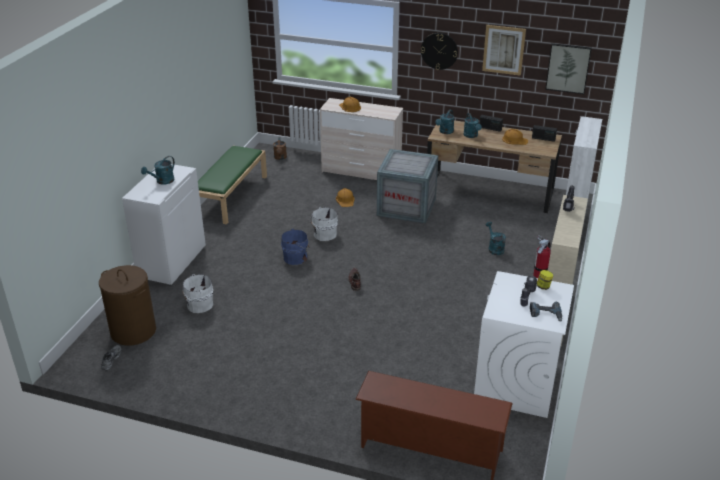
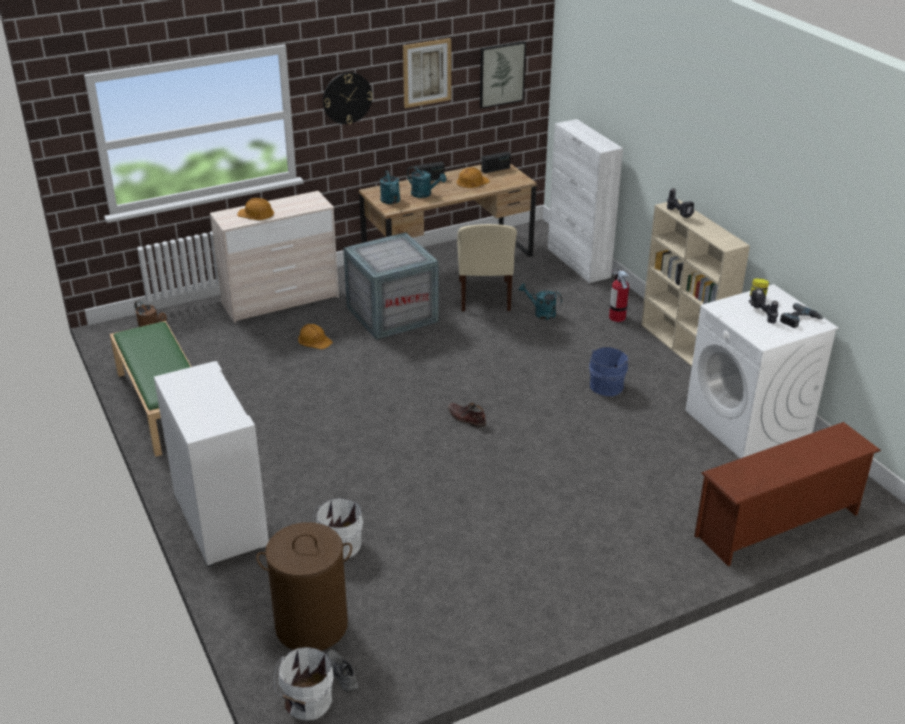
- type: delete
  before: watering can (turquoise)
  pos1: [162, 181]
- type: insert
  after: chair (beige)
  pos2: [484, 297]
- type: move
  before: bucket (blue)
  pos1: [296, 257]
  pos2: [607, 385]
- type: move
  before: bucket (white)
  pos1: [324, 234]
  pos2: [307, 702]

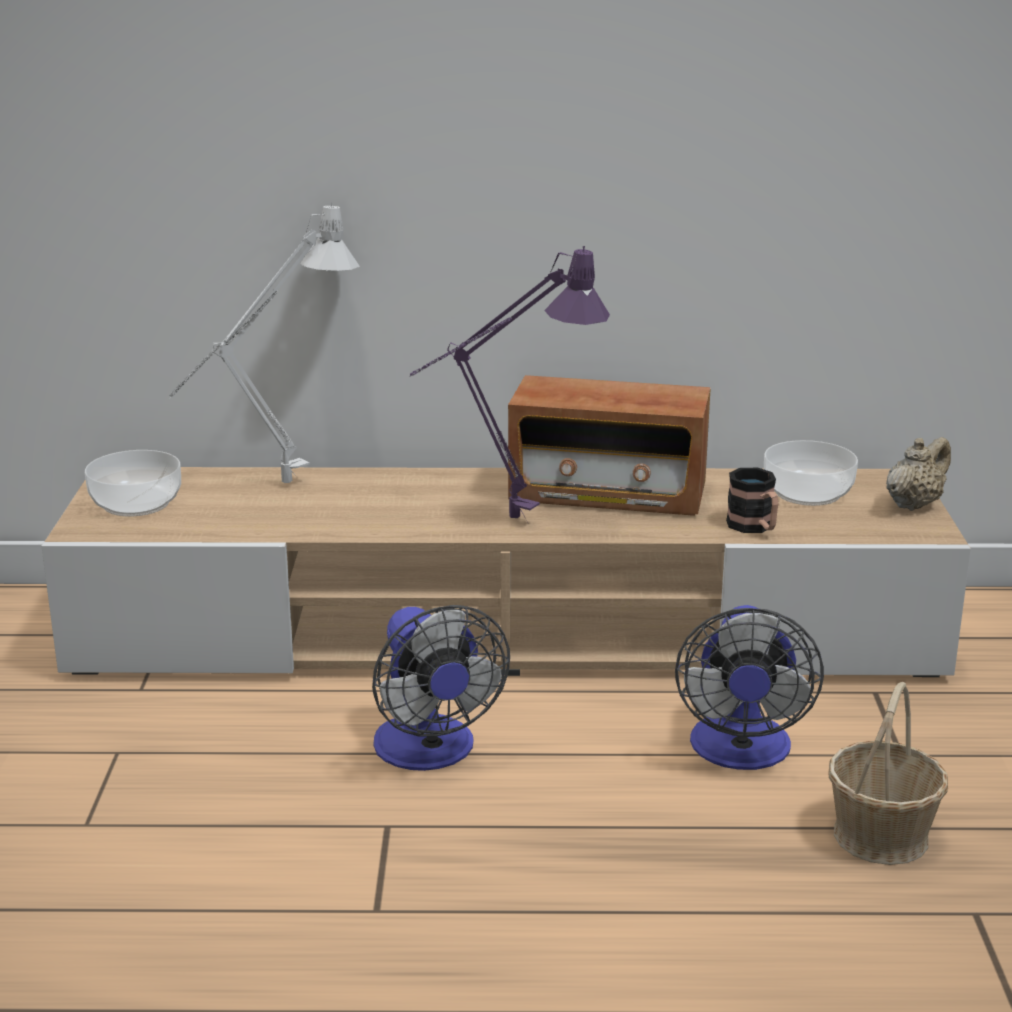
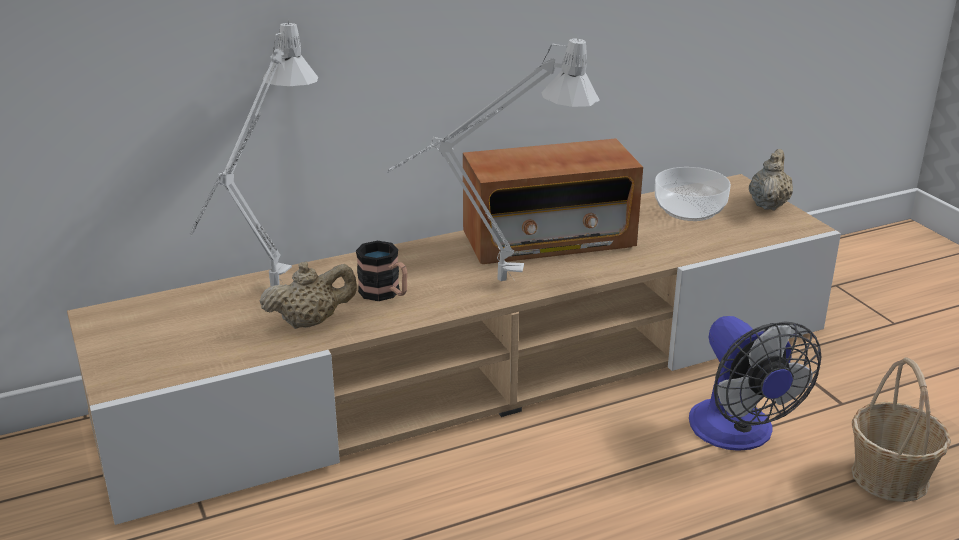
- type: delete
  before: bowl
  pos1: [136, 503]
- type: delete
  before: fan
  pos1: [430, 752]
- type: insert
  after: teapot (beige)
  pos2: [311, 322]
- type: move
  before: mug
  pos1: [754, 528]
  pos2: [385, 294]
- type: recolor
  before: table lamp (purple)
  after: table lamp (grey)
  pos1: [501, 517]
  pos2: [488, 282]

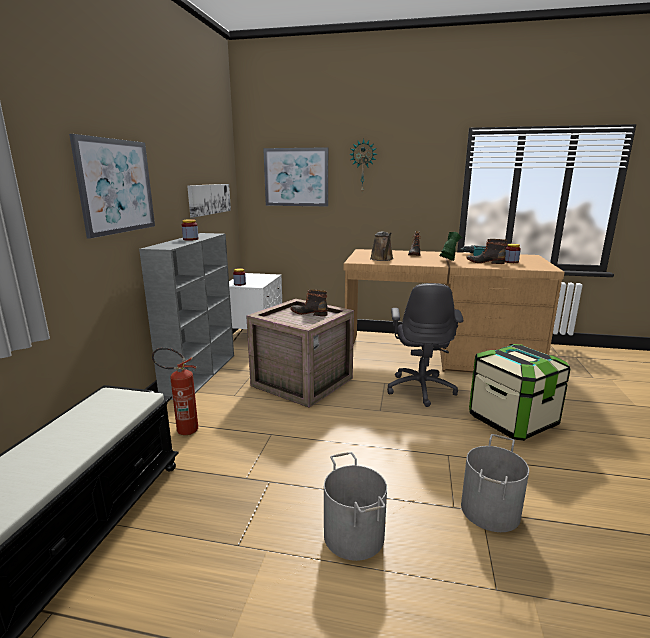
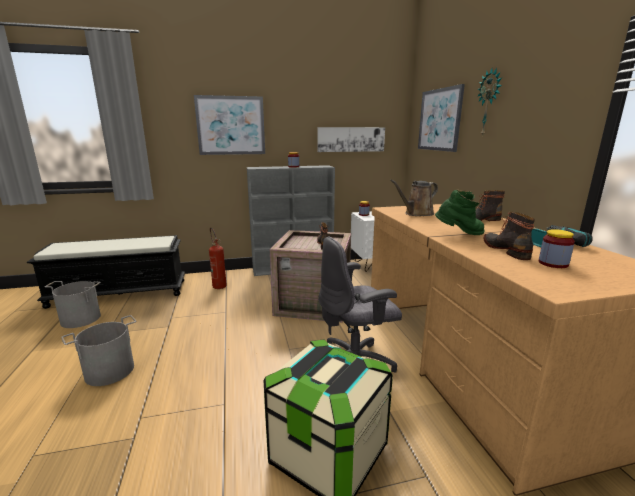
- type: move
  before: bucket (grey)
  pos1: [491, 510]
  pos2: [80, 319]

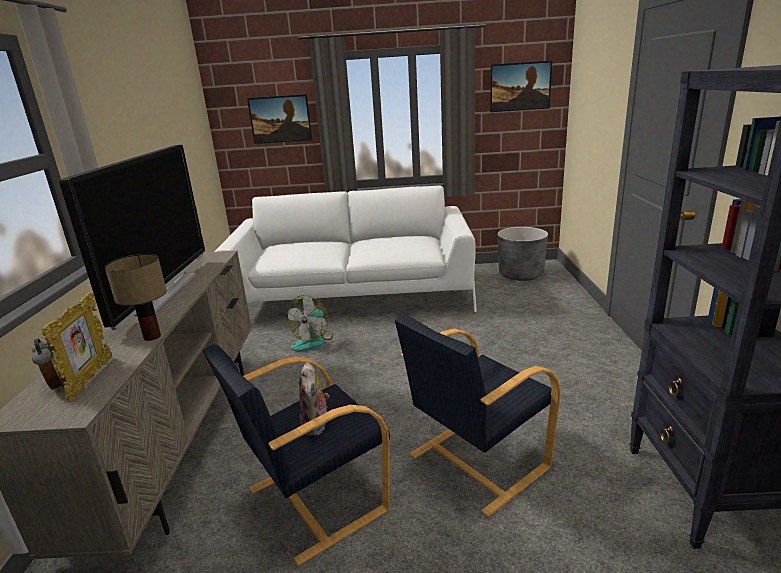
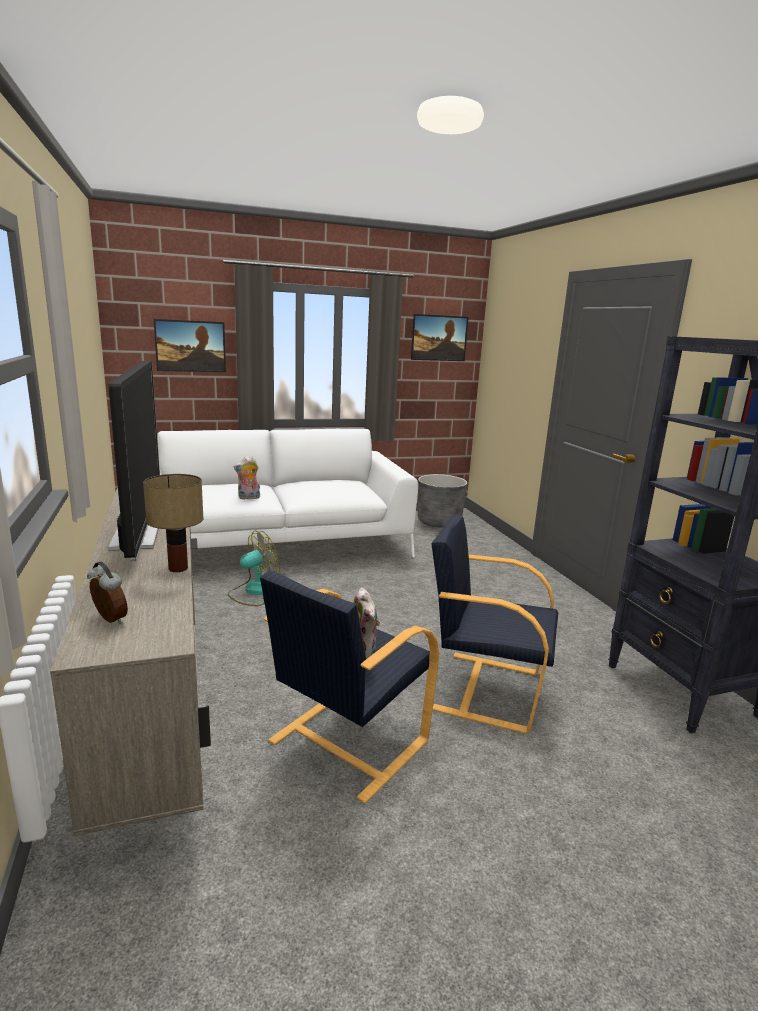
- type: delete
  before: picture frame
  pos1: [90, 379]
- type: insert
  after: plush toy
  pos2: [248, 498]
- type: rotate
  before: fan
  pos1: [313, 341]
  pos2: [255, 591]
  turn: -135
- type: rotate
  before: armchair (black)
  pos1: [475, 462]
  pos2: [485, 689]
  turn: 75

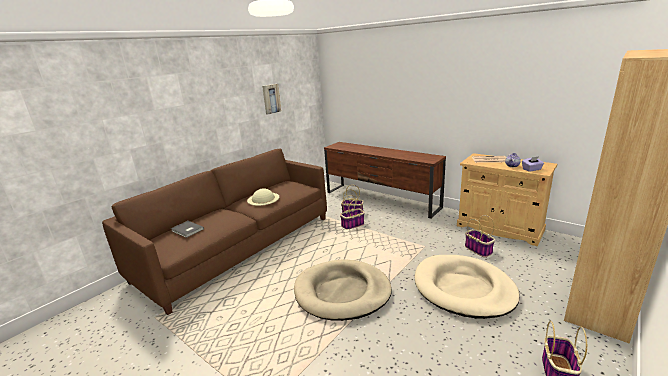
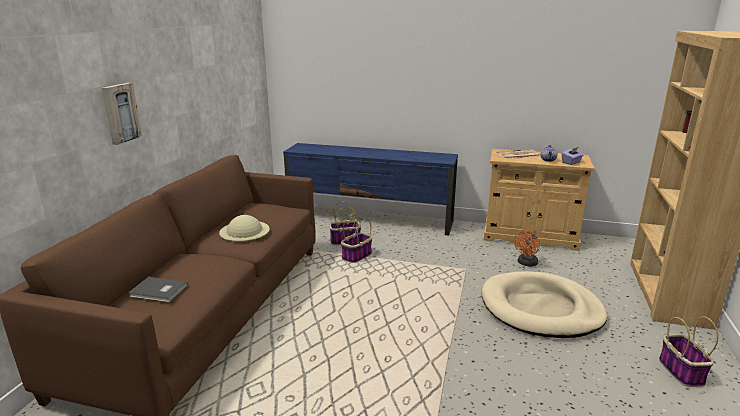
- type: delete
  before: dog bed (beige)
  pos1: [342, 292]
- type: move
  before: picture
  pos1: [271, 99]
  pos2: [120, 113]
- type: replace
  before: basket
  after: fan (orange)
  pos1: [479, 250]
  pos2: [526, 263]
- type: recolor
  before: tv stand (brown)
  after: tv stand (blue)
  pos1: [381, 200]
  pos2: [370, 219]

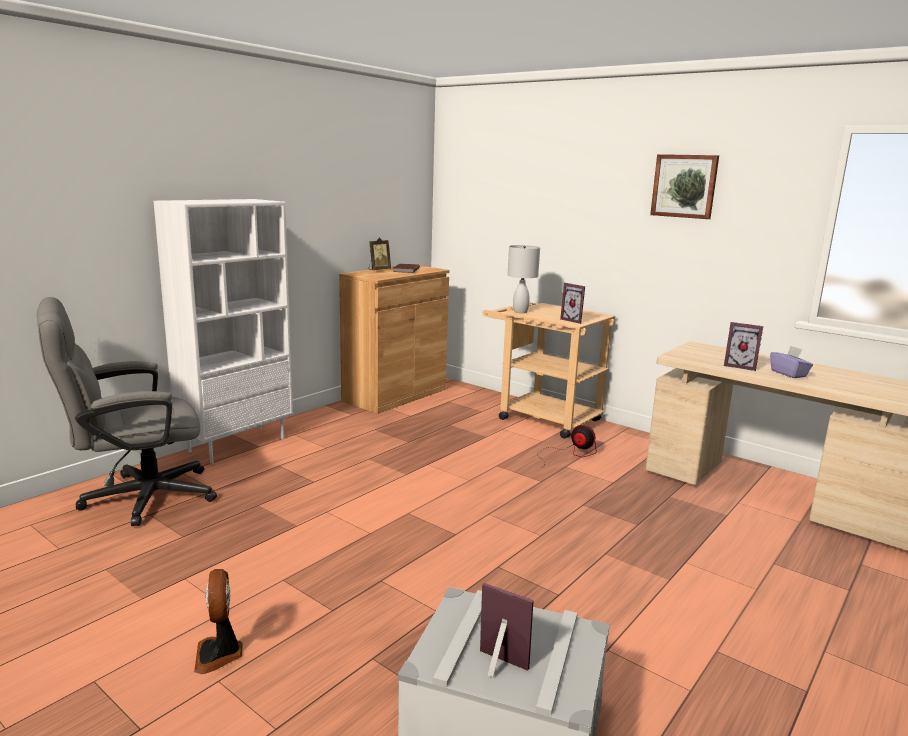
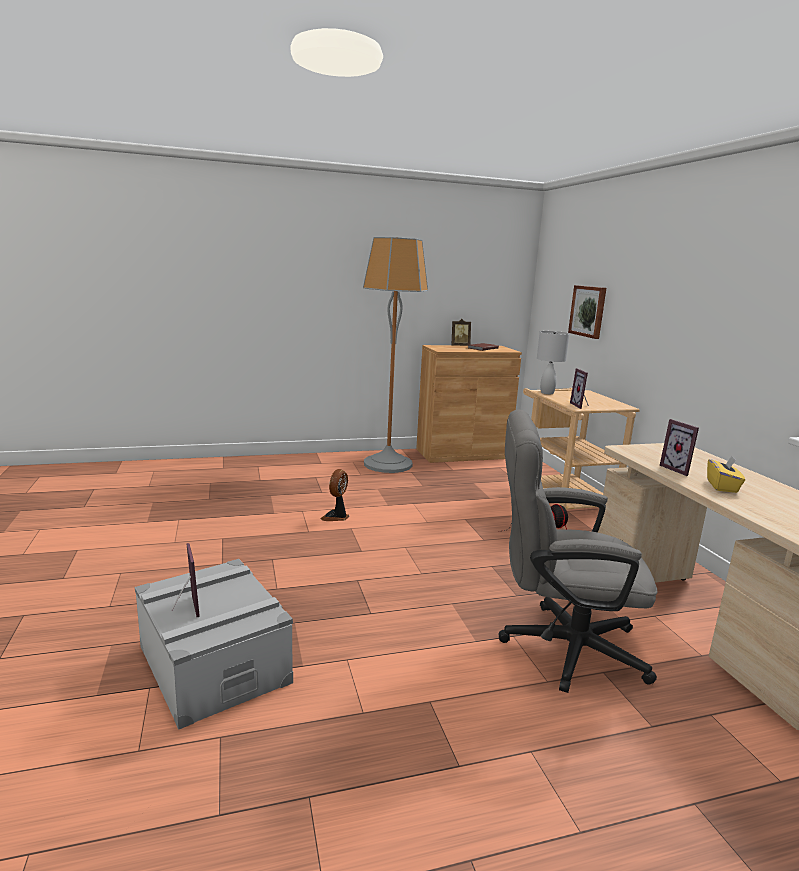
- type: delete
  before: bookcase (white)
  pos1: [237, 444]
- type: insert
  after: floor lamp
  pos2: [388, 464]
- type: move
  before: office chair (grey)
  pos1: [136, 498]
  pos2: [559, 646]
- type: move
  before: fan
  pos1: [219, 654]
  pos2: [336, 517]
- type: move
  before: picture
  pos1: [684, 186]
  pos2: [588, 311]
- type: recolor
  before: tissue box (purple)
  after: tissue box (yellow)
  pos1: [788, 374]
  pos2: [722, 486]

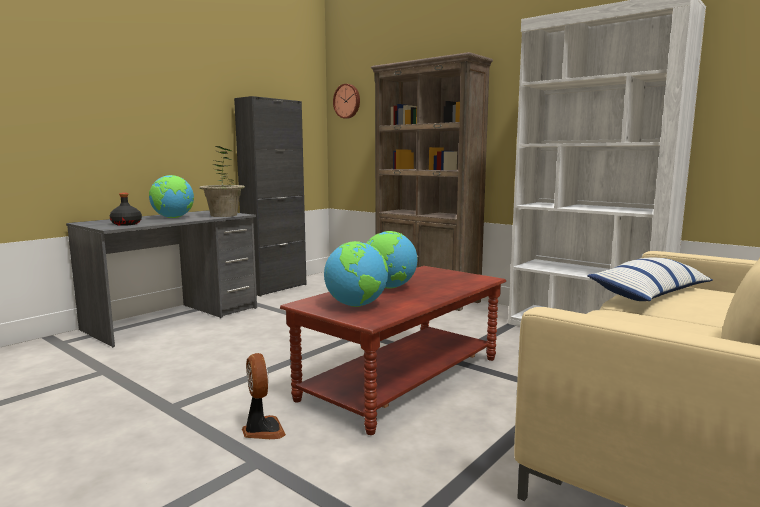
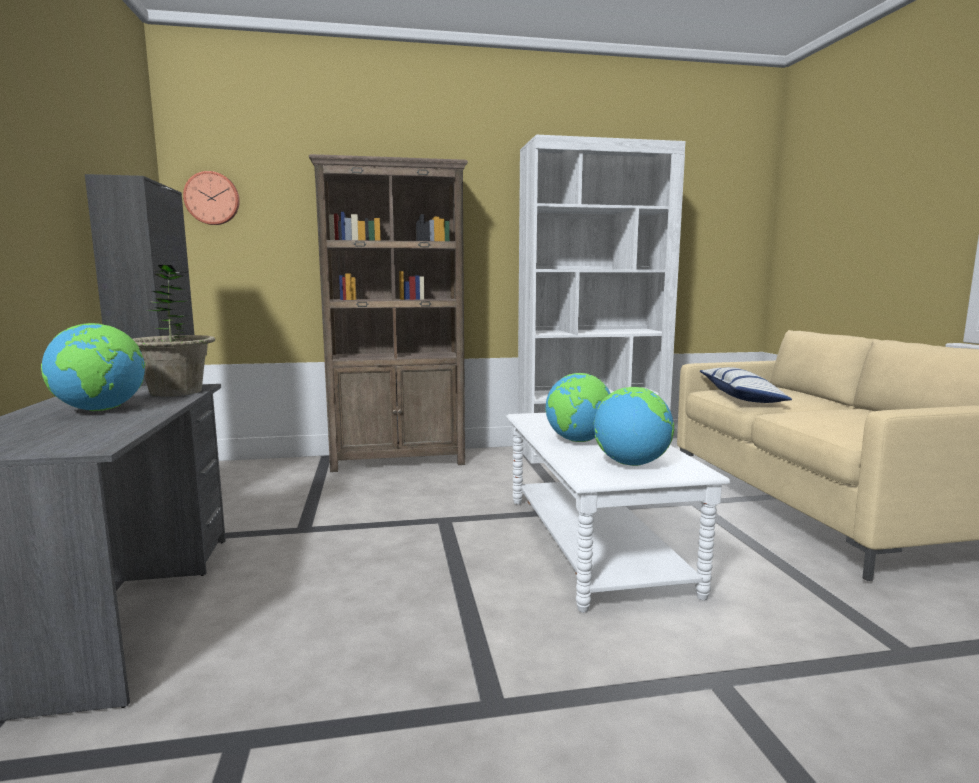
- type: delete
  before: bottle (black)
  pos1: [126, 224]
- type: delete
  before: fan
  pos1: [262, 430]
- type: recolor
  before: coffee table (brown)
  after: coffee table (white)
  pos1: [402, 378]
  pos2: [593, 543]

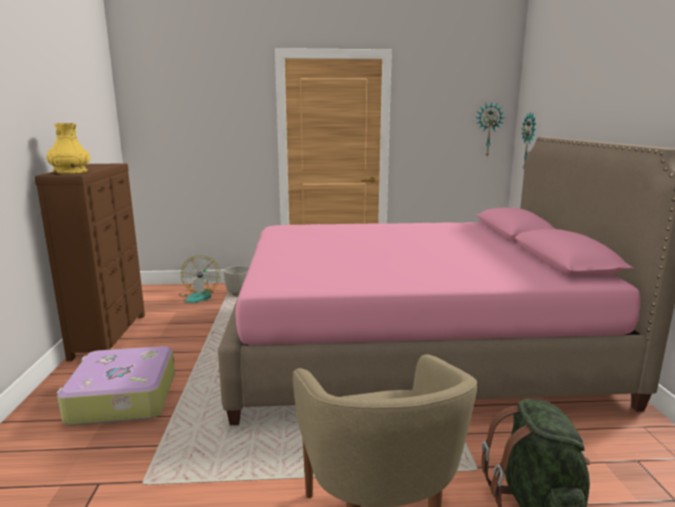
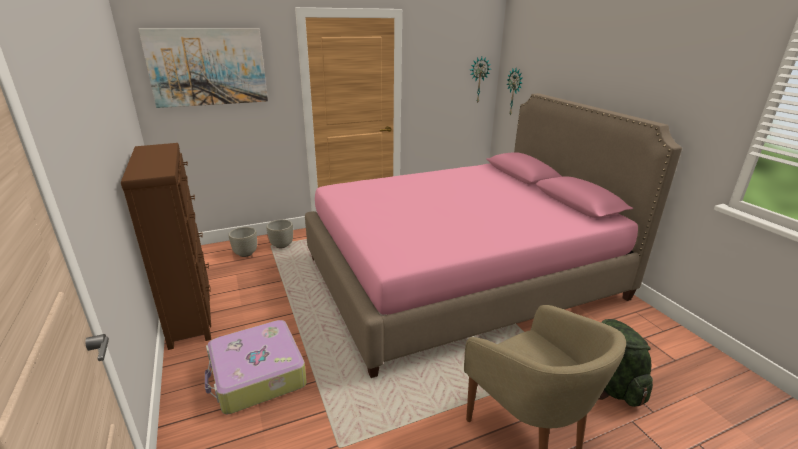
- type: delete
  before: vase (yellow)
  pos1: [70, 172]
- type: insert
  after: picture
  pos2: [208, 67]
- type: replace
  before: fan
  after: planter (grey)
  pos1: [199, 296]
  pos2: [246, 253]

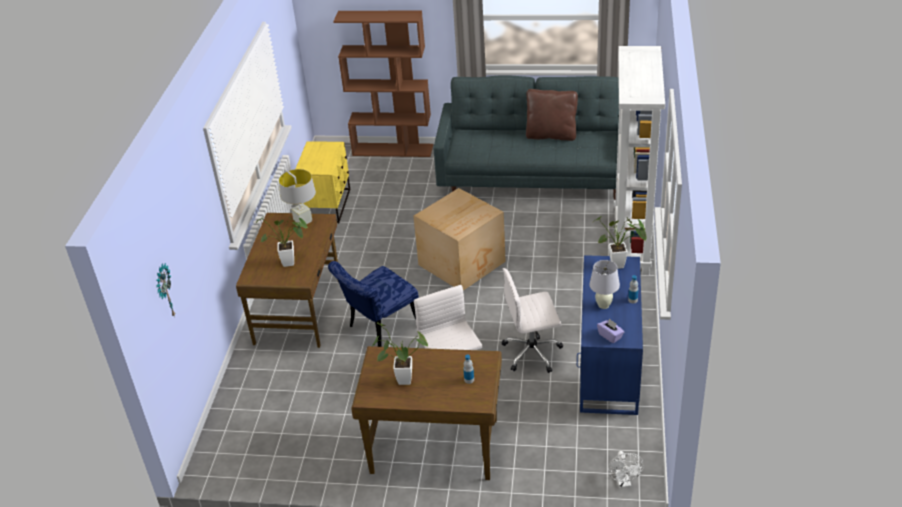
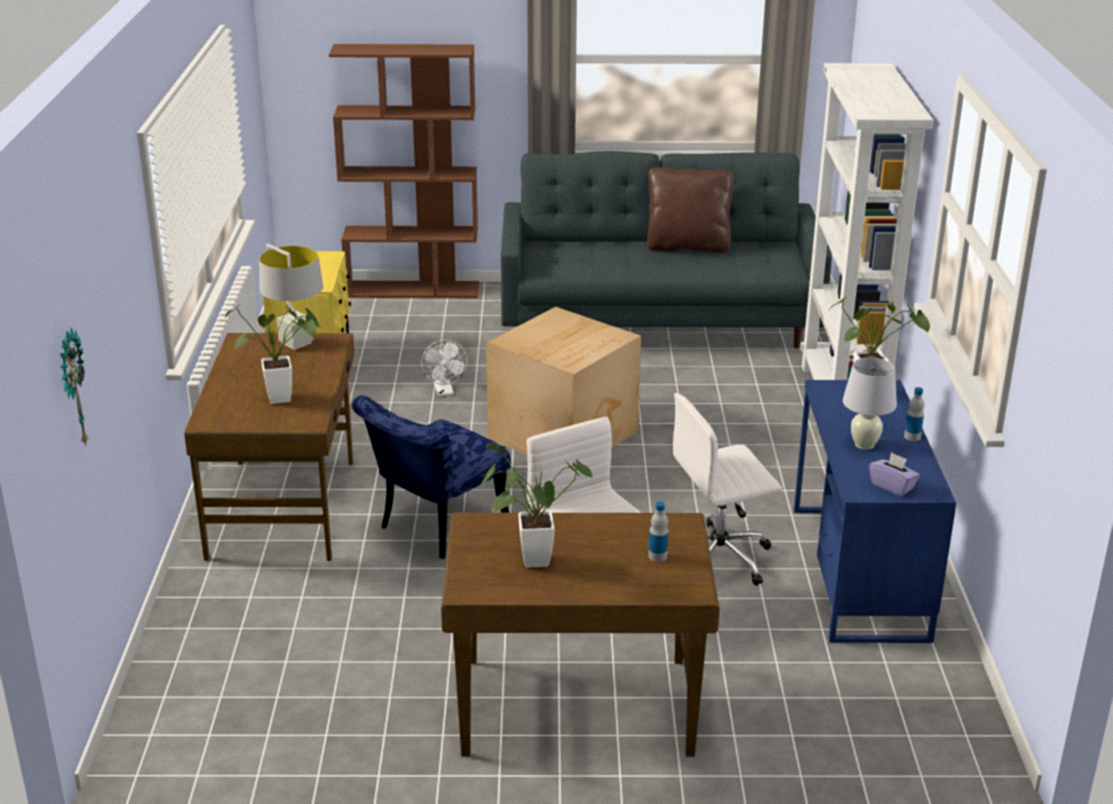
- type: move
  before: fan (white)
  pos1: [624, 482]
  pos2: [445, 392]

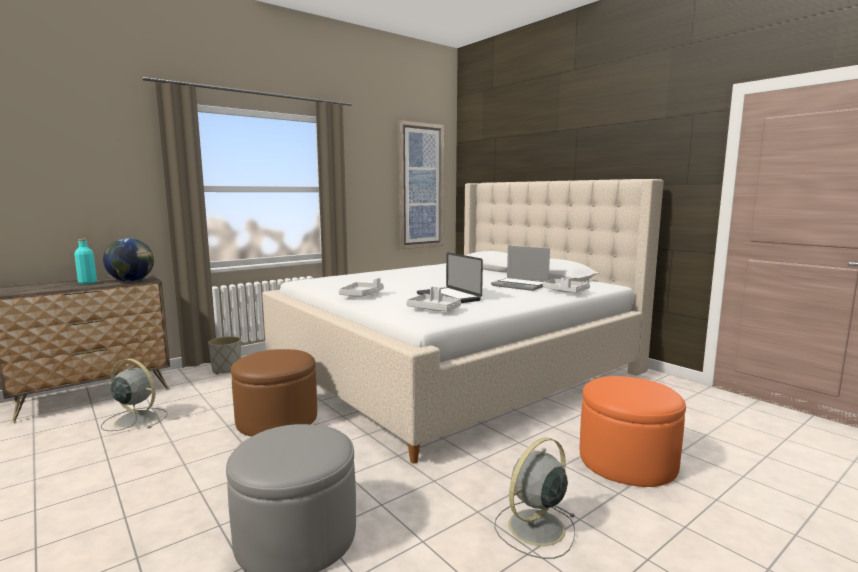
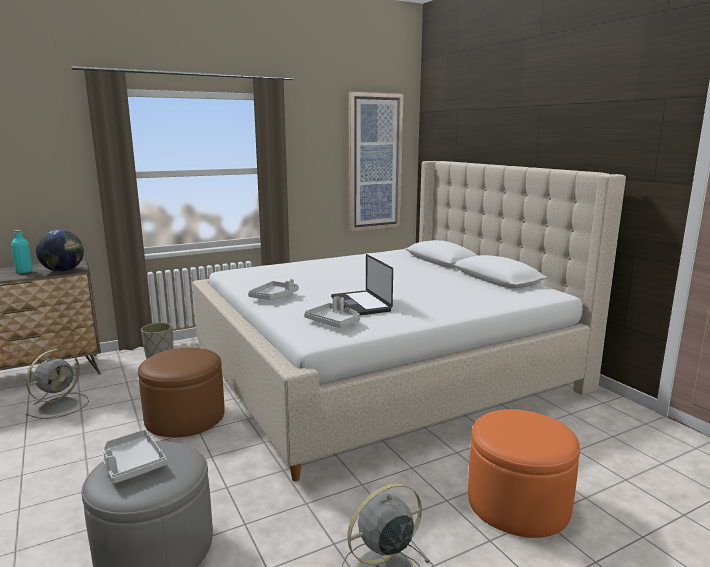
- type: delete
  before: laptop
  pos1: [521, 285]
- type: move
  before: tray (grey)
  pos1: [564, 291]
  pos2: [132, 464]
- type: rotate
  before: fan (grey)
  pos1: [135, 419]
  pos2: [60, 405]
  turn: 90

